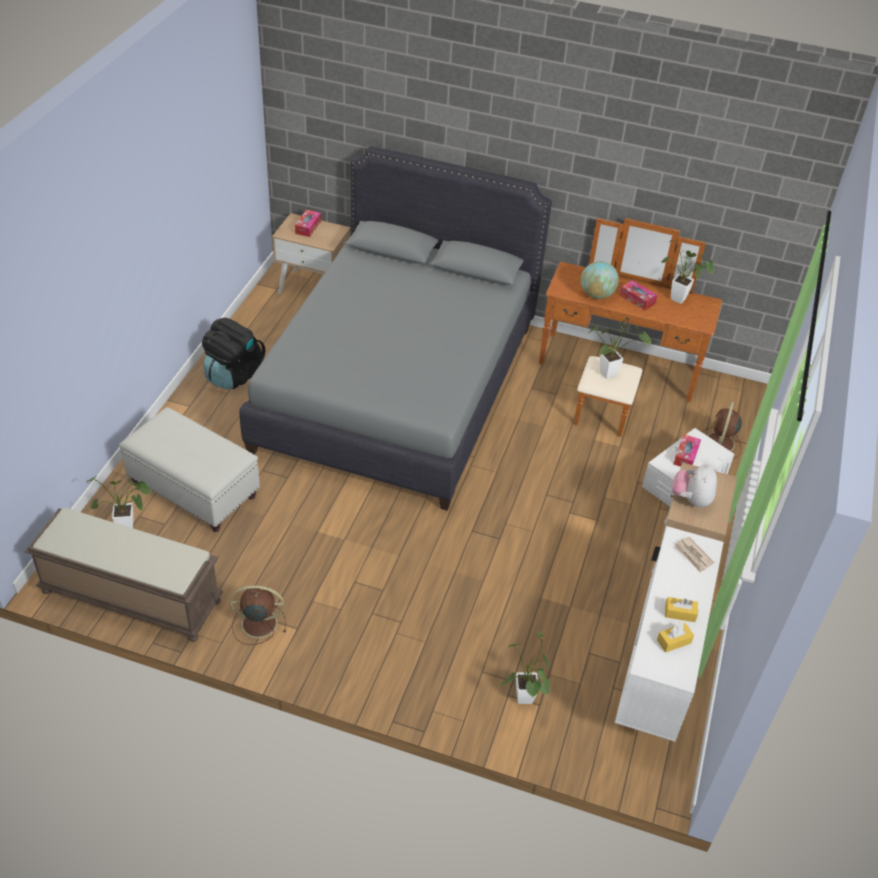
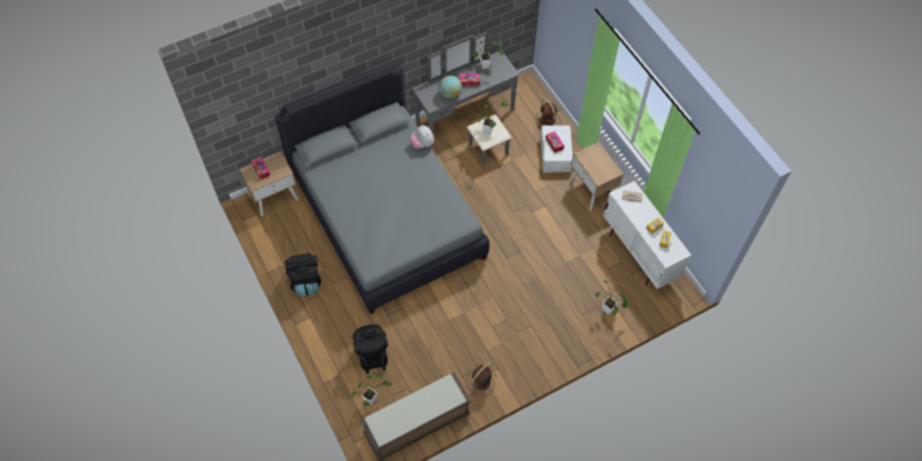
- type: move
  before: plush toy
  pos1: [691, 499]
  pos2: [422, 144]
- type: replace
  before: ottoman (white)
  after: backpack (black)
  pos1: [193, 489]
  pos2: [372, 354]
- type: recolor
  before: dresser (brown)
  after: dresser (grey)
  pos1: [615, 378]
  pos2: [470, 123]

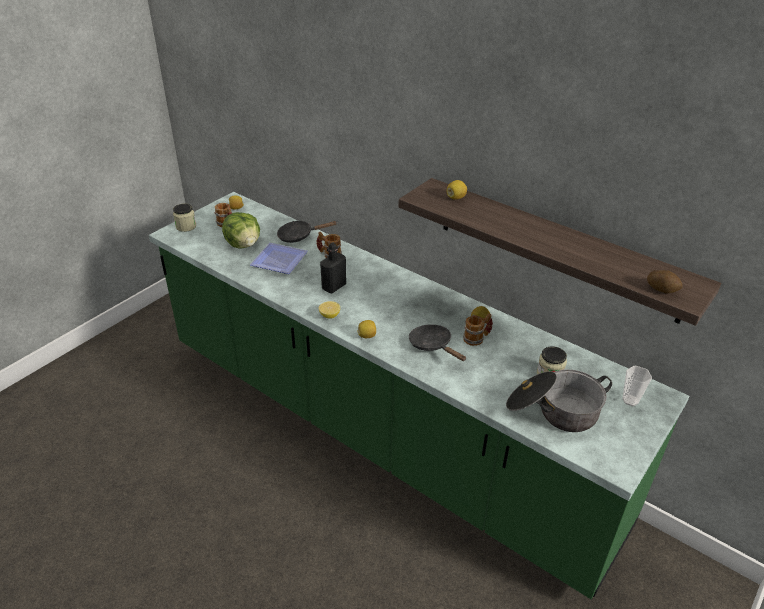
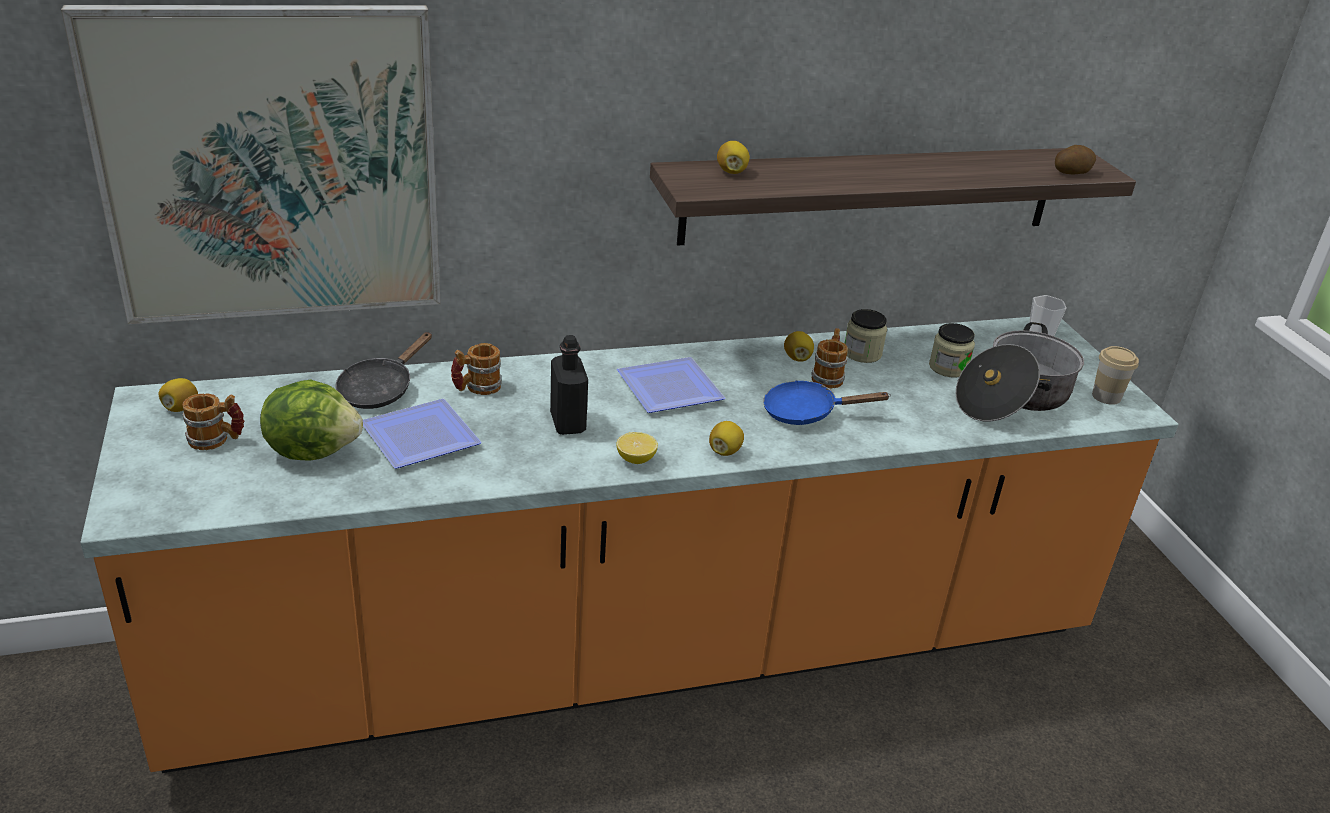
- type: insert
  after: picture
  pos2: [272, 167]
- type: insert
  after: plate
  pos2: [668, 391]
- type: insert
  after: cup
  pos2: [1106, 396]
- type: move
  before: jar
  pos1: [186, 226]
  pos2: [862, 353]
- type: recolor
  before: counter (green)
  after: counter (orange)
  pos1: [380, 430]
  pos2: [644, 651]
- type: recolor
  before: frying pan (black)
  after: frying pan (blue)
  pos1: [433, 345]
  pos2: [806, 413]

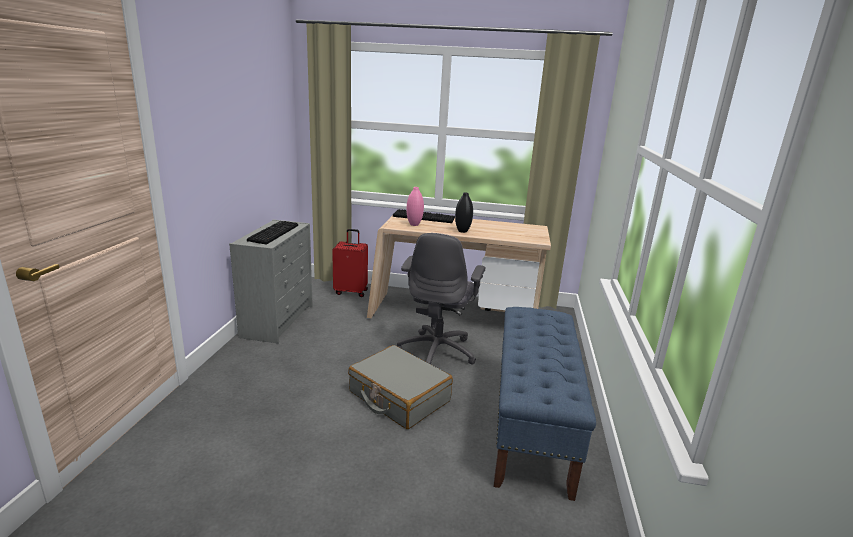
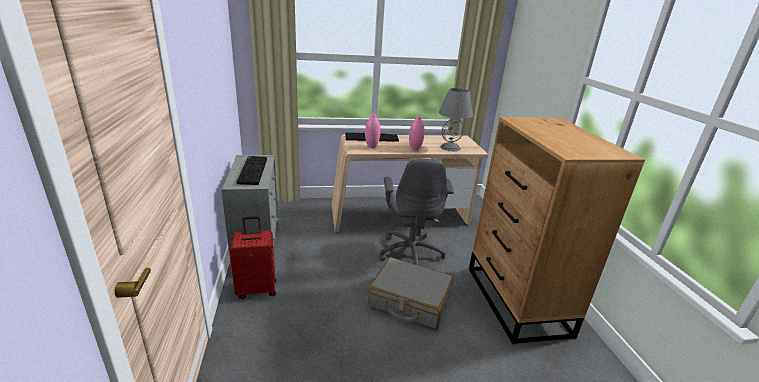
- type: insert
  after: table lamp (grey)
  pos2: [450, 147]
- type: move
  before: suitcase (red)
  pos1: [351, 292]
  pos2: [257, 289]
- type: replace
  before: bench (blue)
  after: dresser (brown)
  pos1: [531, 425]
  pos2: [517, 301]
- type: recolor
  before: vase (black)
  after: vase (pink)
  pos1: [462, 231]
  pos2: [415, 148]

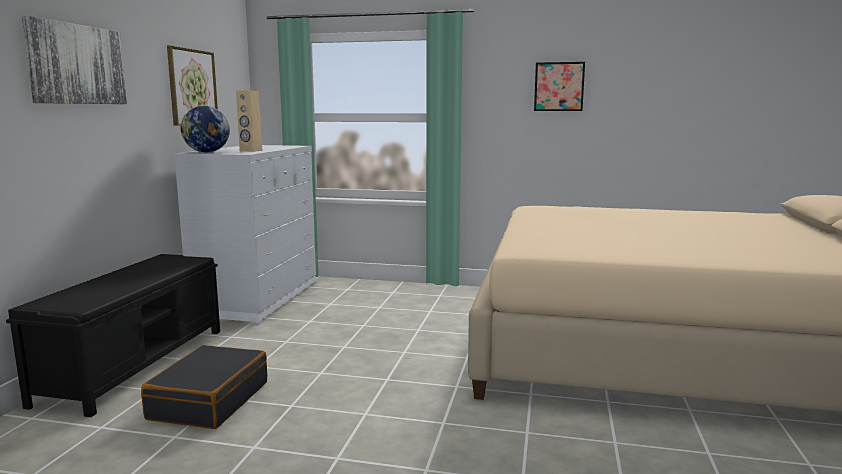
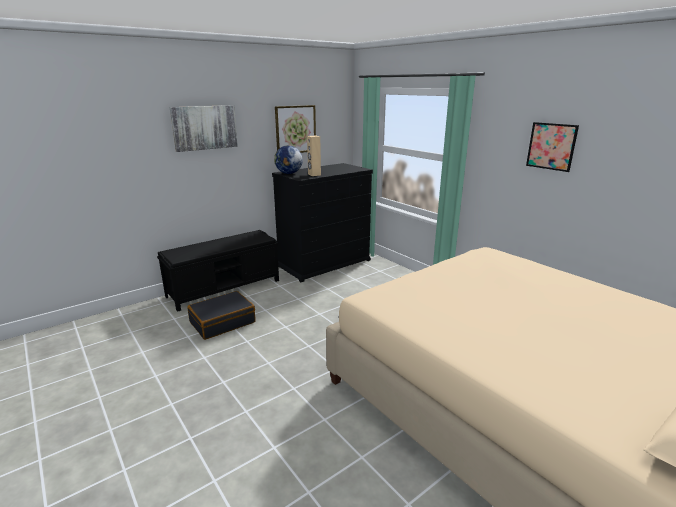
- type: recolor
  before: dresser (white)
  after: dresser (black)
  pos1: [257, 298]
  pos2: [324, 263]

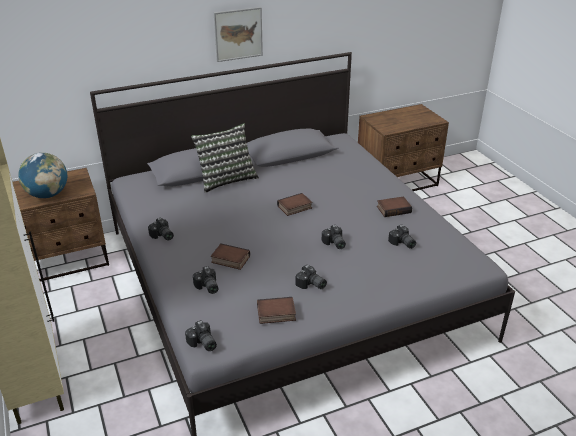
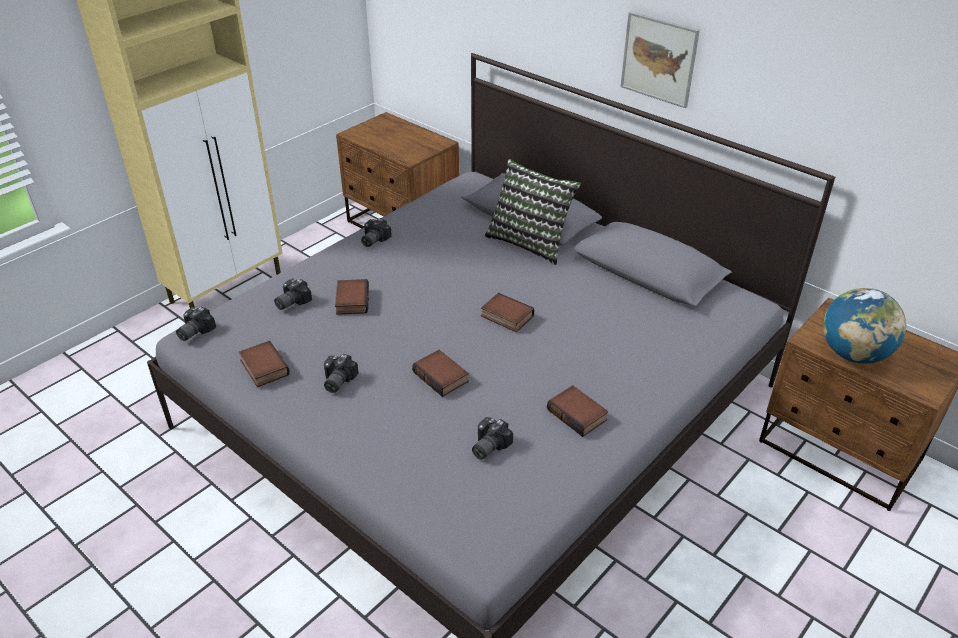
- type: move
  before: globe
  pos1: [48, 195]
  pos2: [853, 354]
- type: replace
  before: photo camera
  after: book
  pos1: [334, 244]
  pos2: [442, 377]

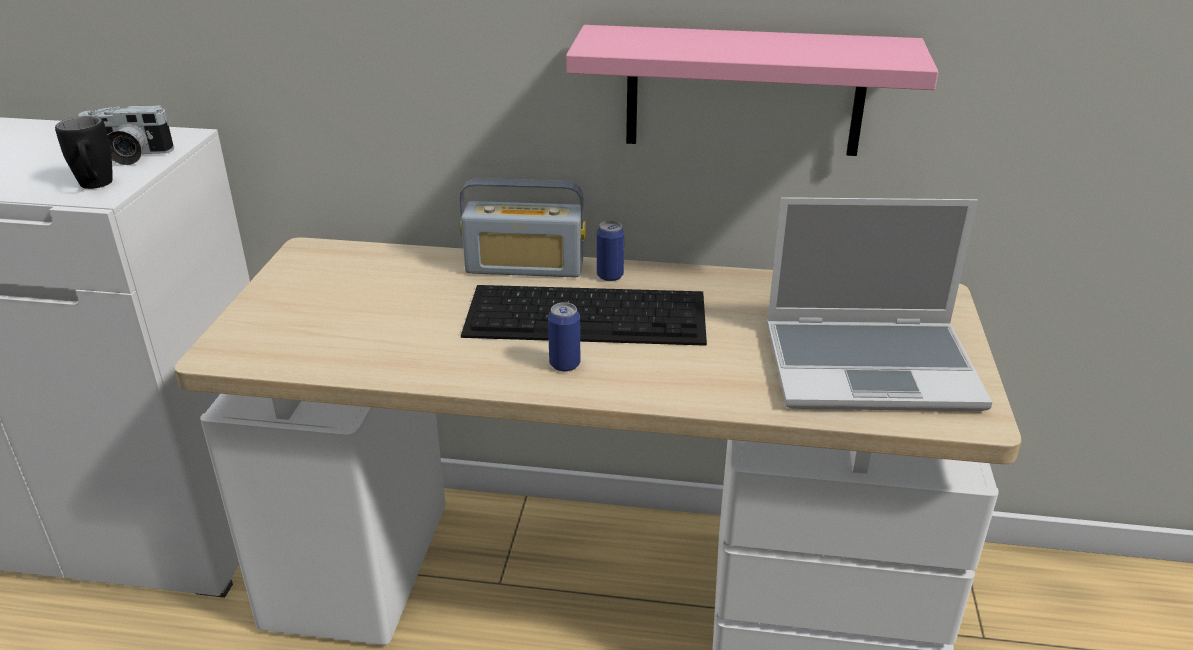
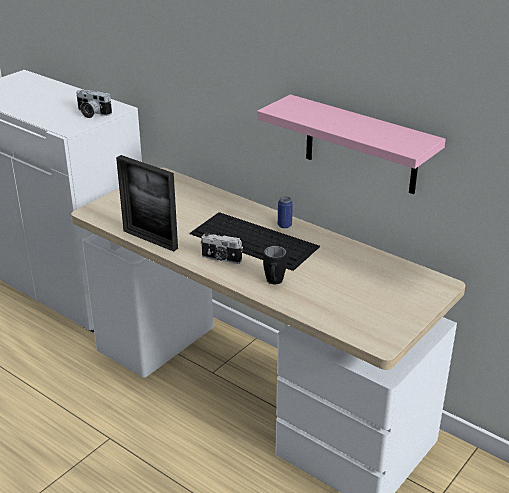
- type: delete
  before: radio
  pos1: [525, 267]
- type: delete
  before: laptop
  pos1: [872, 366]
- type: insert
  after: picture frame
  pos2: [150, 239]
- type: move
  before: mug (black)
  pos1: [96, 186]
  pos2: [274, 283]
- type: replace
  before: can
  after: photo camera
  pos1: [564, 364]
  pos2: [221, 259]

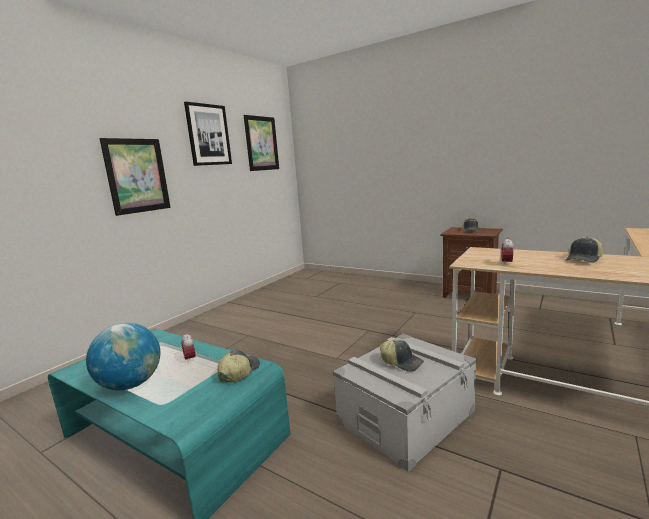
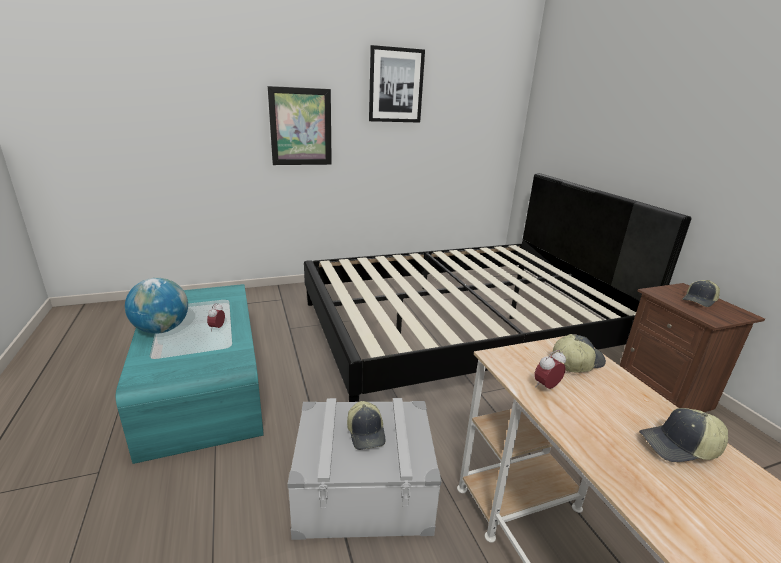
- type: delete
  before: picture
  pos1: [261, 143]
- type: insert
  after: bed (black)
  pos2: [461, 329]
- type: move
  before: cap
  pos1: [238, 372]
  pos2: [575, 362]

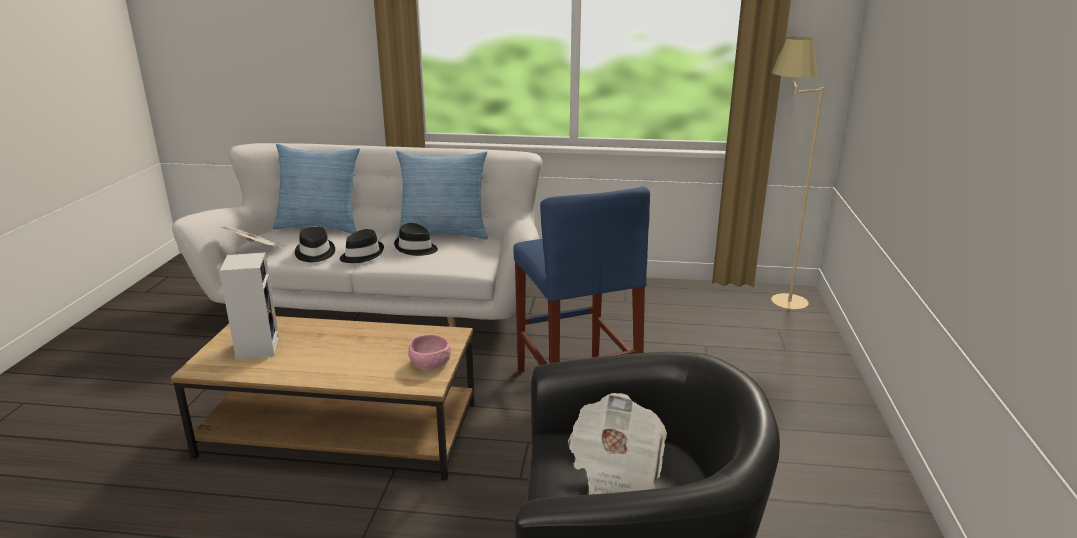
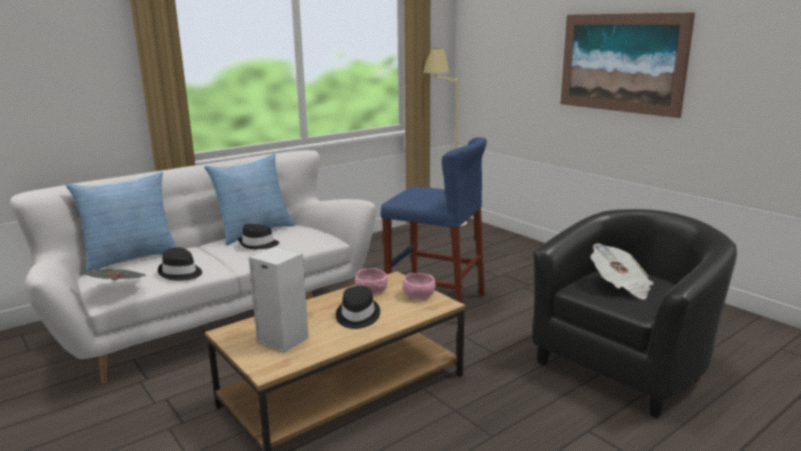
- type: insert
  after: bowl (pink)
  pos2: [372, 291]
- type: insert
  after: picture
  pos2: [621, 63]
- type: move
  before: hat (black)
  pos1: [361, 255]
  pos2: [357, 316]

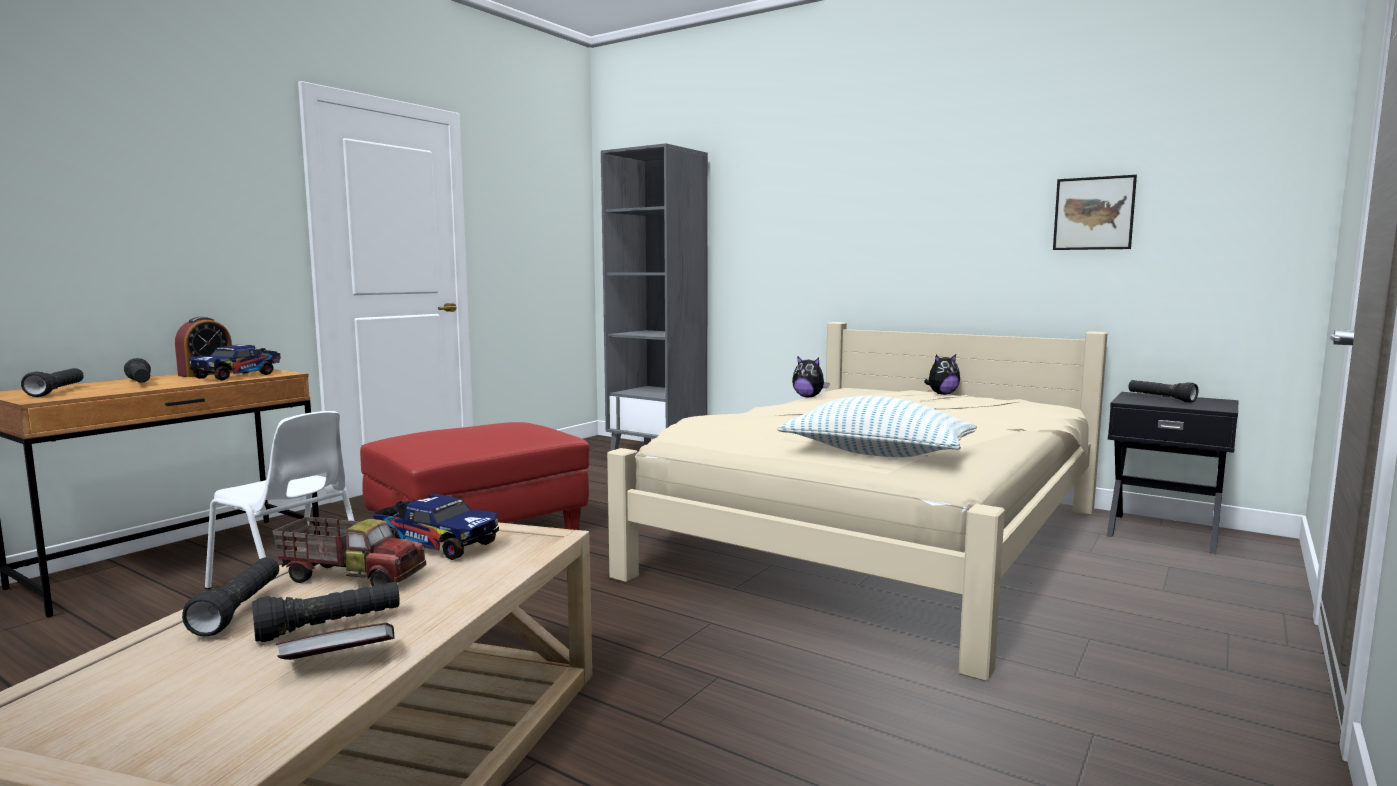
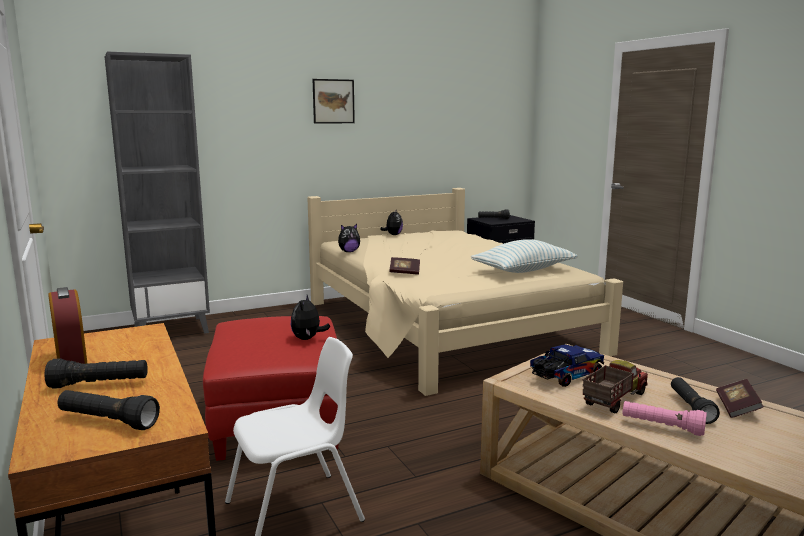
- type: delete
  before: toy truck
  pos1: [239, 376]
- type: insert
  after: plush toy
  pos2: [308, 339]
- type: insert
  after: book
  pos2: [404, 272]
- type: move
  before: picture
  pos1: [1093, 213]
  pos2: [333, 101]
- type: recolor
  before: flashlight (black)
  after: flashlight (pink)
  pos1: [239, 610]
  pos2: [662, 427]

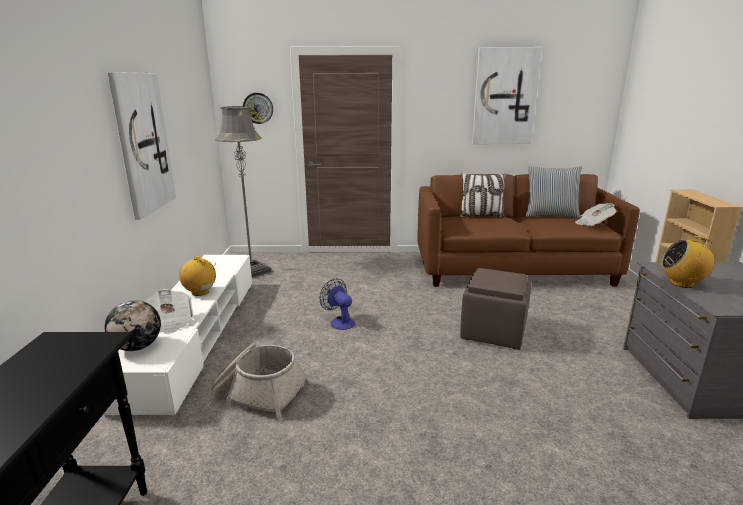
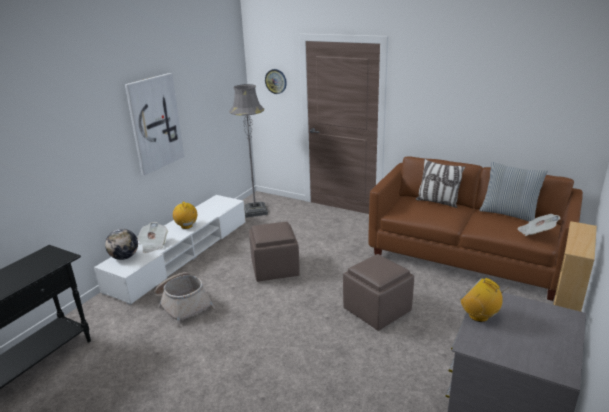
- type: delete
  before: picture
  pos1: [505, 97]
- type: replace
  before: fan
  after: ottoman (brown)
  pos1: [339, 321]
  pos2: [274, 269]

